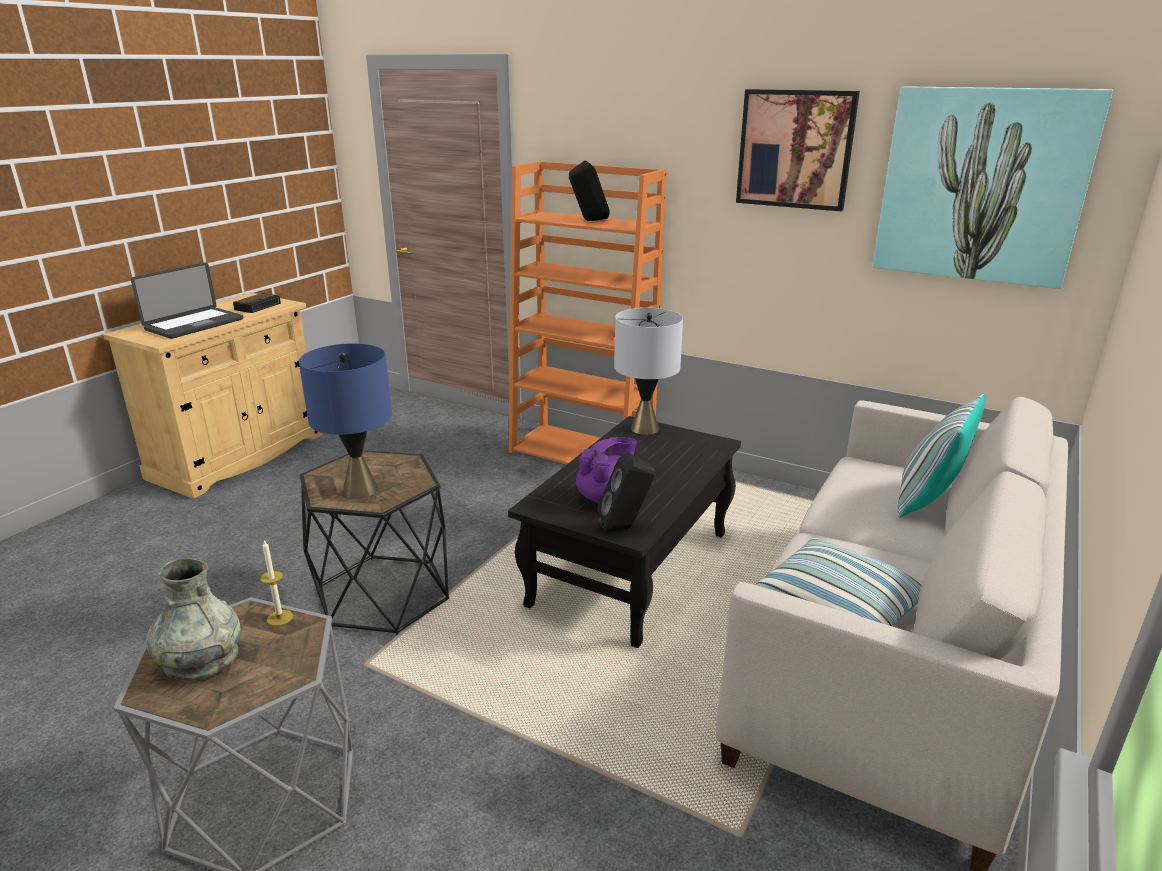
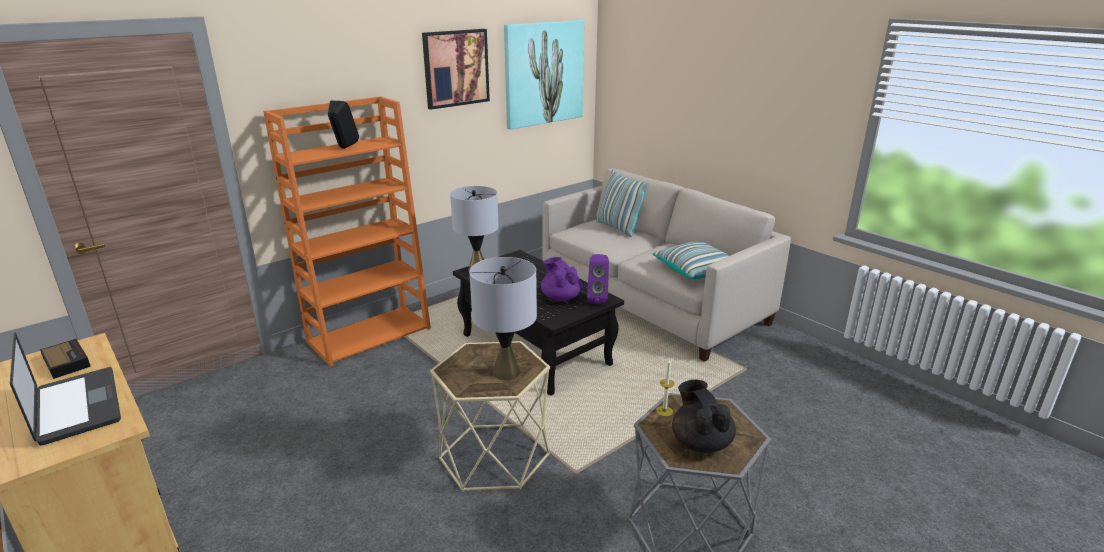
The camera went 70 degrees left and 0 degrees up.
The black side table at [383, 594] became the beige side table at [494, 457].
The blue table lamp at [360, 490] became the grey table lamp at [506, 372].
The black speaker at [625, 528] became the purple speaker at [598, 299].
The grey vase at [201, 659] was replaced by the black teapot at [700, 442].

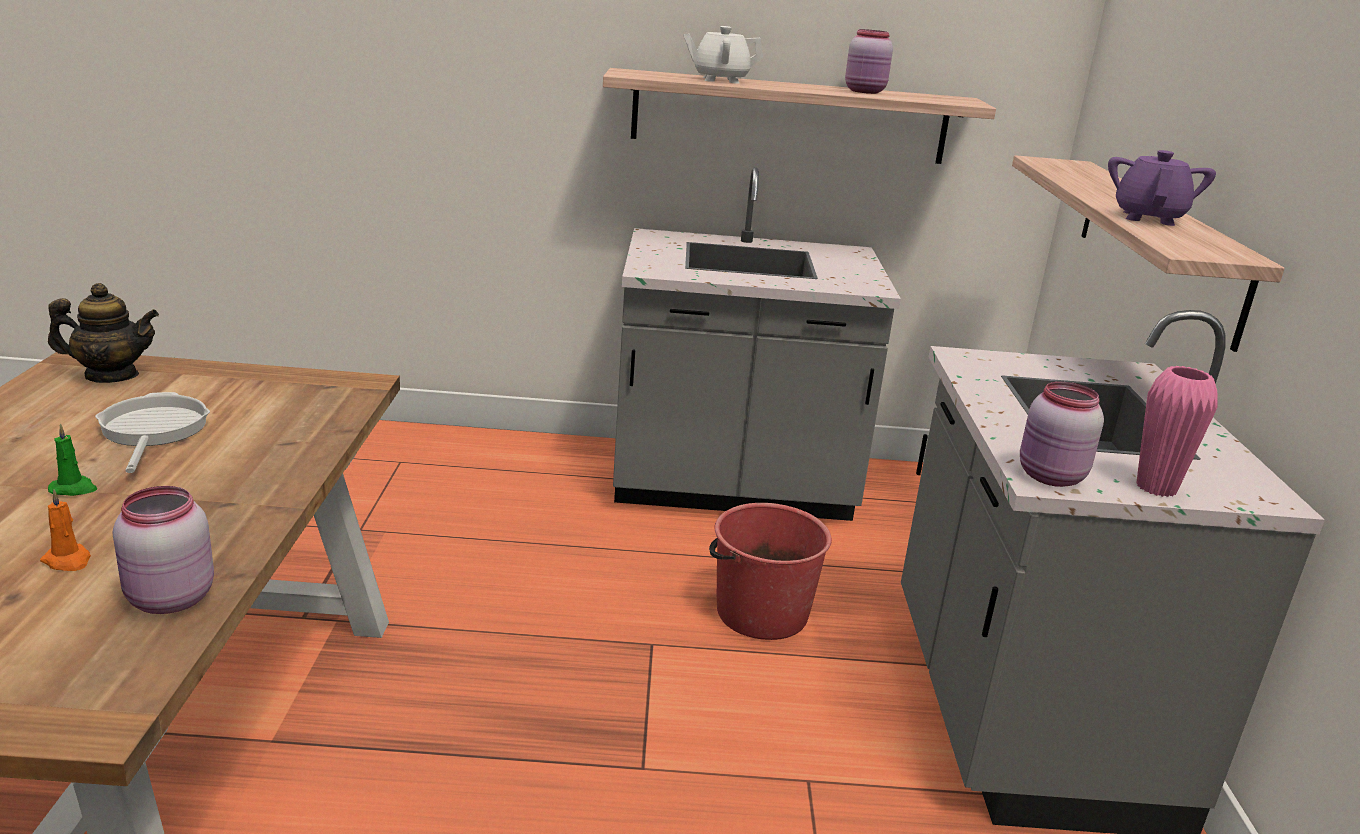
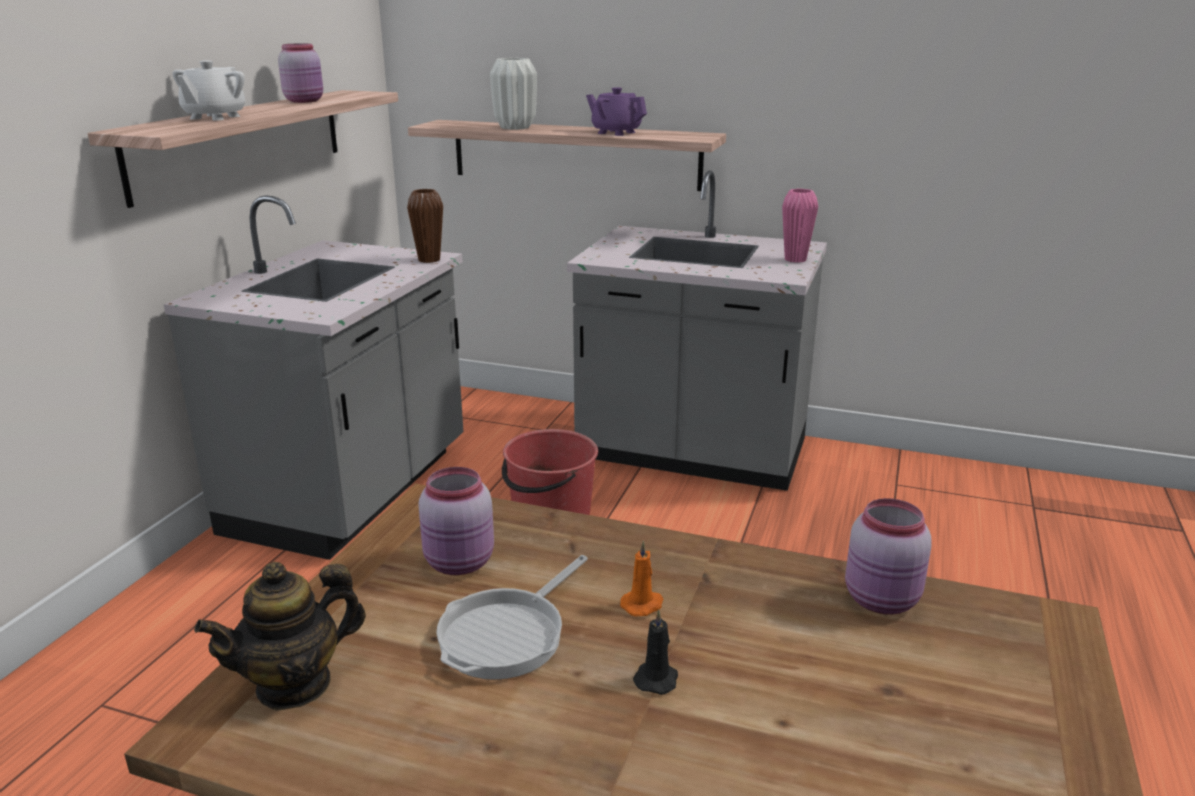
The camera went 70 degrees left and 0 degrees up.
The teapot at [111, 376] turned 135 degrees counterclockwise.
The brown vase at [429, 260] appeared.
The pink jar moved from [1050, 477] to [461, 563].
The frying pan at [152, 431] turned 60 degrees counterclockwise.
The white vase at [514, 127] appeared.
The orange candle moved from [68, 561] to [643, 605].
The green candle at [74, 489] became the black candle at [656, 678].

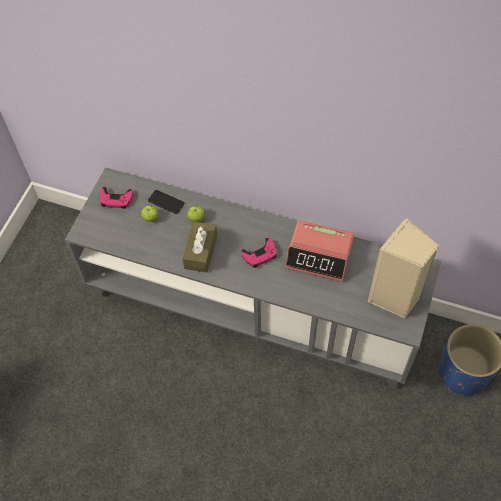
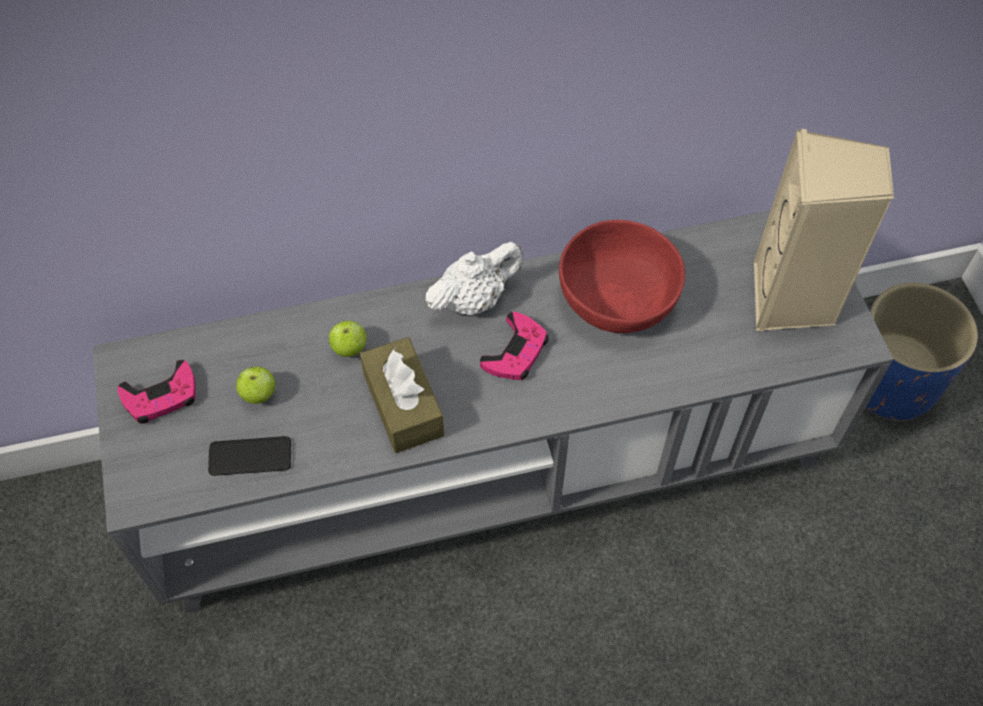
The camera went 35 degrees left and 0 degrees up.
The phone moved from [166, 202] to [250, 456].
The white teapot at [474, 299] appeared.
The alarm clock at [319, 255] was replaced by the red bowl at [618, 297].

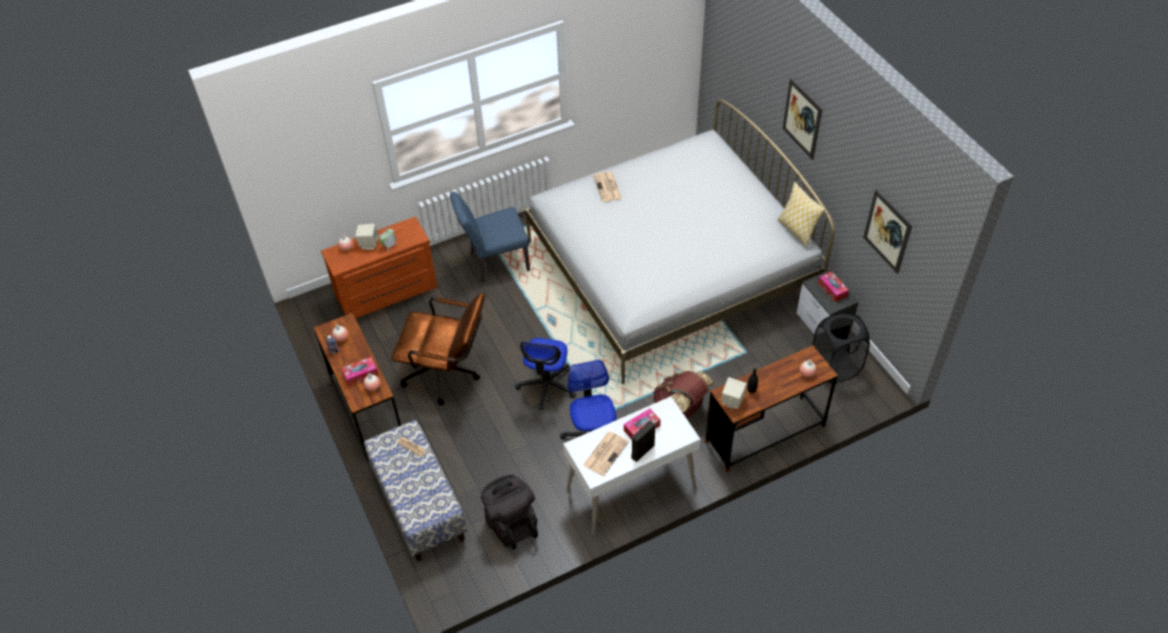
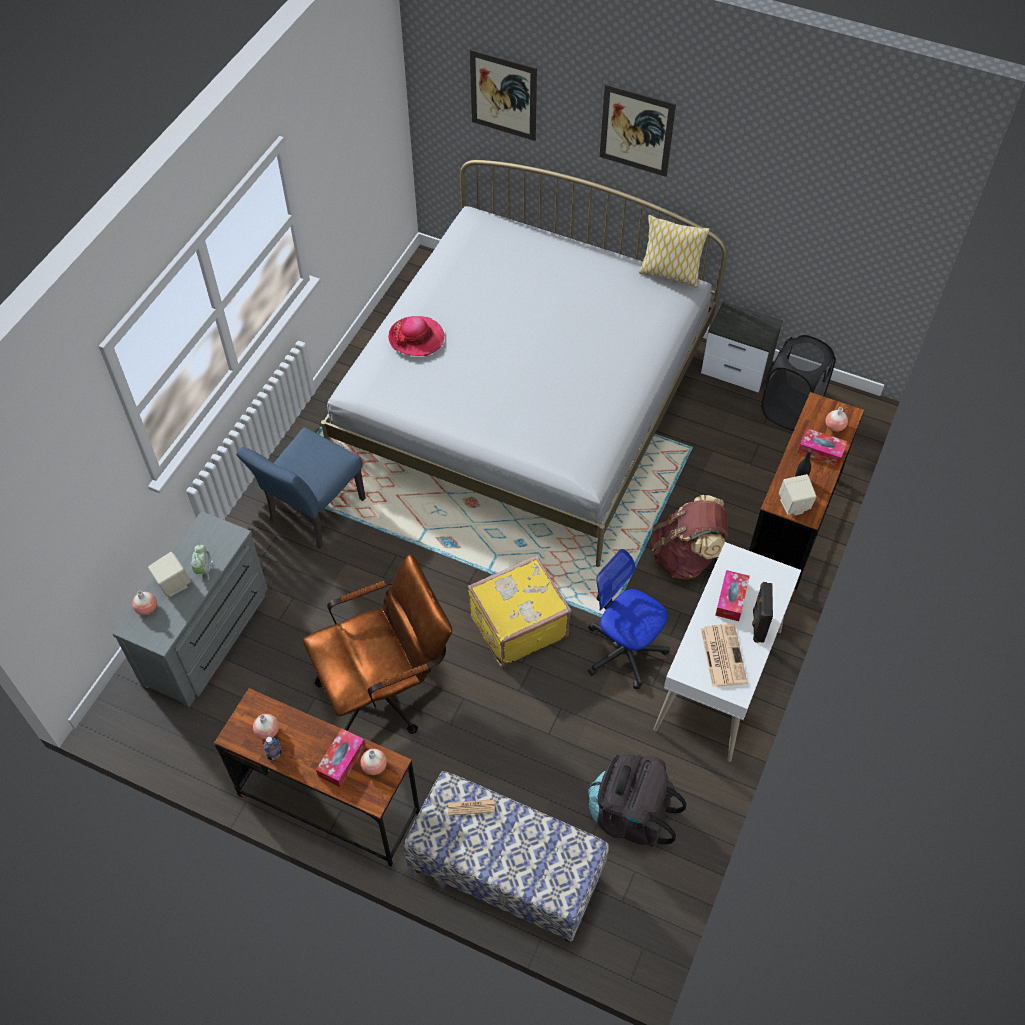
The camera went 40 degrees left and 5 degrees up.
The brown dresser at [387, 293] became the grey dresser at [209, 637].
The newspaper at [607, 187] was replaced by the hat at [416, 338].
The office chair at [547, 386] was replaced by the yellow suitcase at [517, 624].
The picture moved from [887, 231] to [503, 95].
The tissue box moved from [832, 289] to [820, 451].

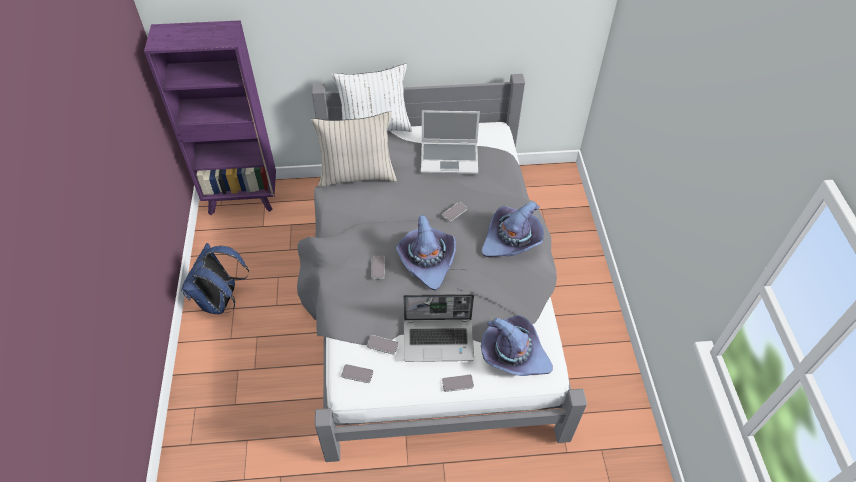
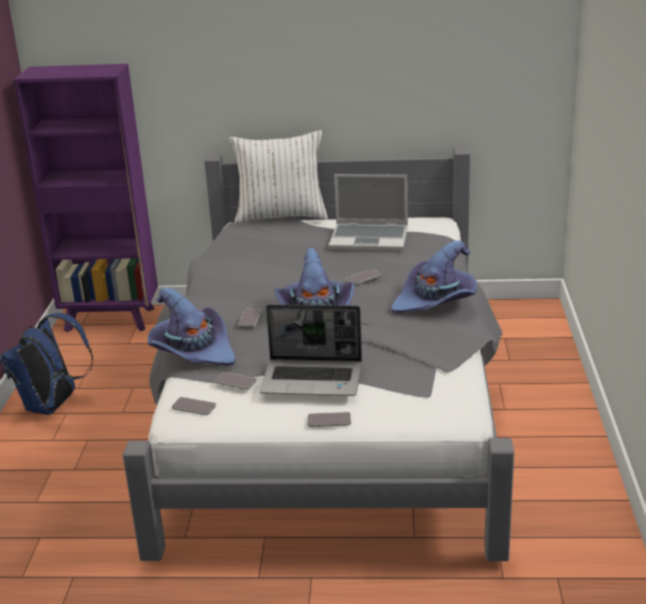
The camera went 10 degrees right and 25 degrees down.
The purple hat moved from [513, 354] to [193, 350].
The beige pillow at [357, 175] disappeared.

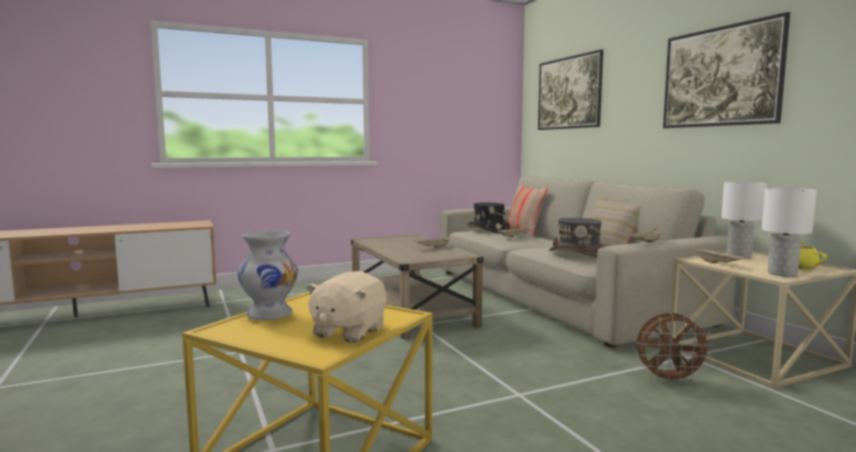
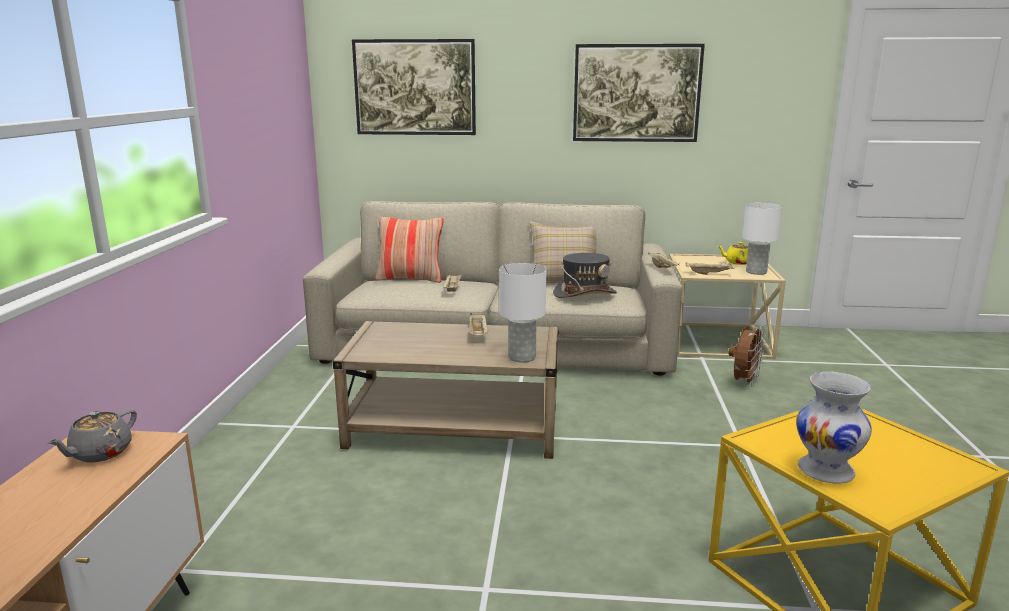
The camera went 60 degrees left and 10 degrees up.
The grey teapot at [100, 453] appeared.
The white table lamp moved from [739, 256] to [522, 357].
The beige plush toy at [348, 332] disappeared.
The black hat at [488, 230] disappeared.

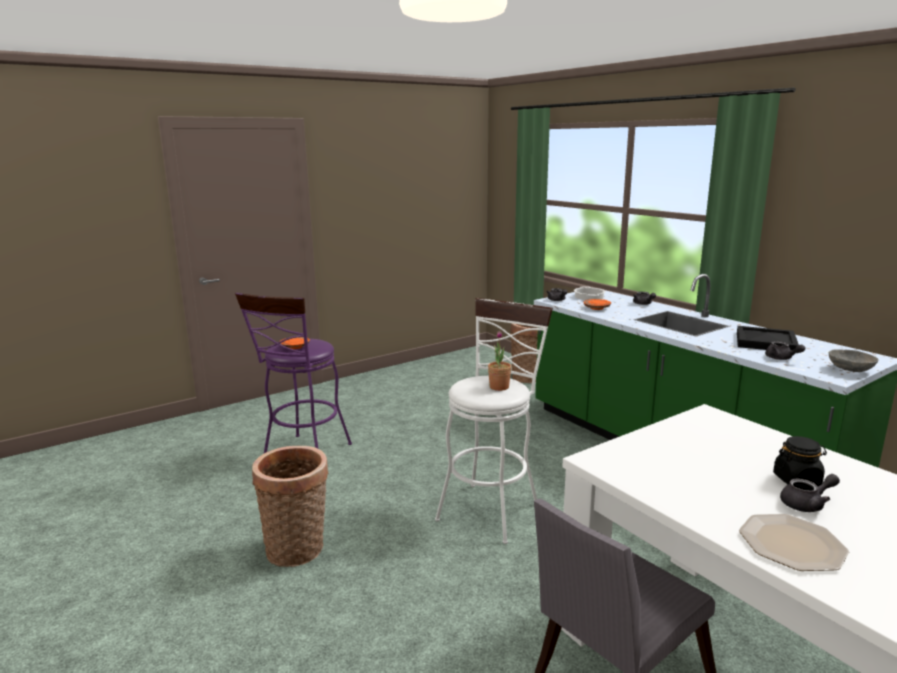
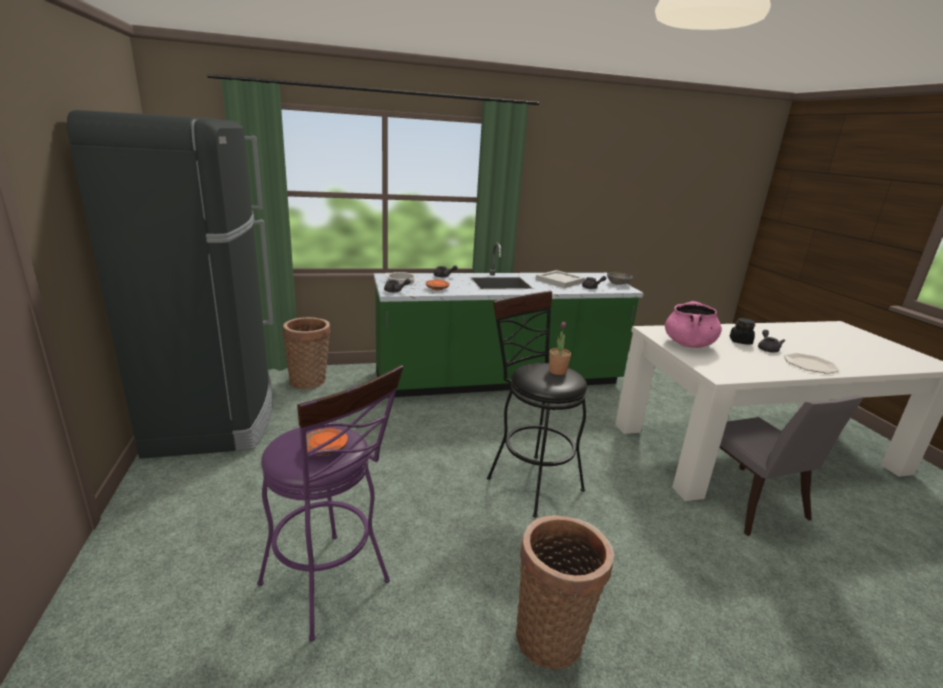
The camera went 70 degrees left and 5 degrees up.
The black fridge at [215, 418] appeared.
The white stool at [491, 507] became the black stool at [529, 480].
The black tray at [764, 342] became the white tray at [560, 281].
The pink cooking pot at [688, 344] appeared.

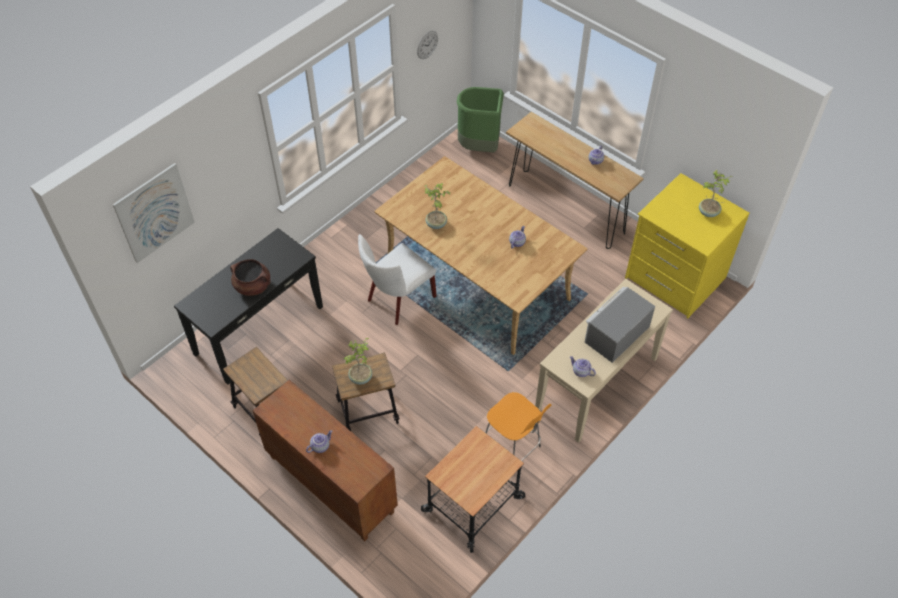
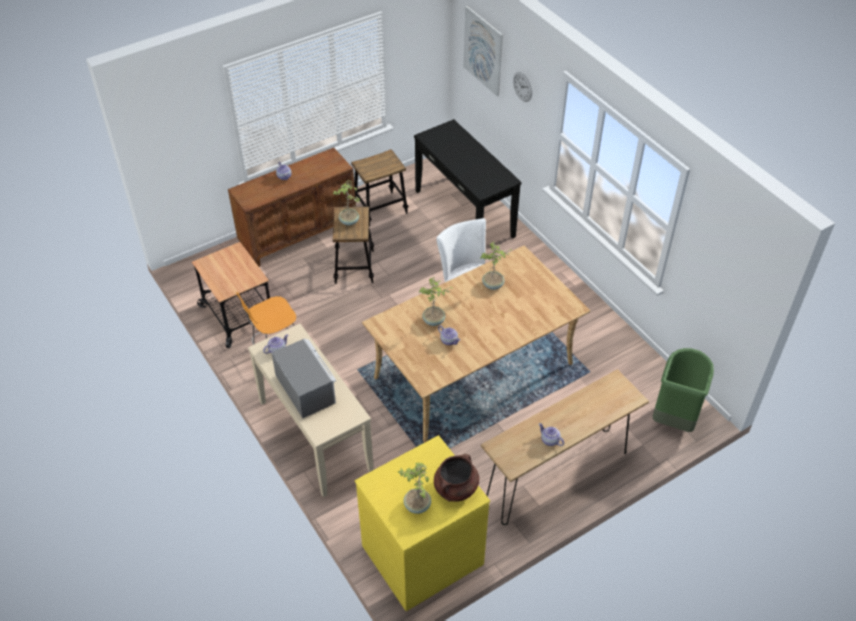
The camera went 105 degrees right and 5 degrees down.
The potted plant at [434, 321] appeared.
The brown cooking pot moved from [253, 286] to [456, 488].
The wall clock moved from [427, 45] to [522, 86].

